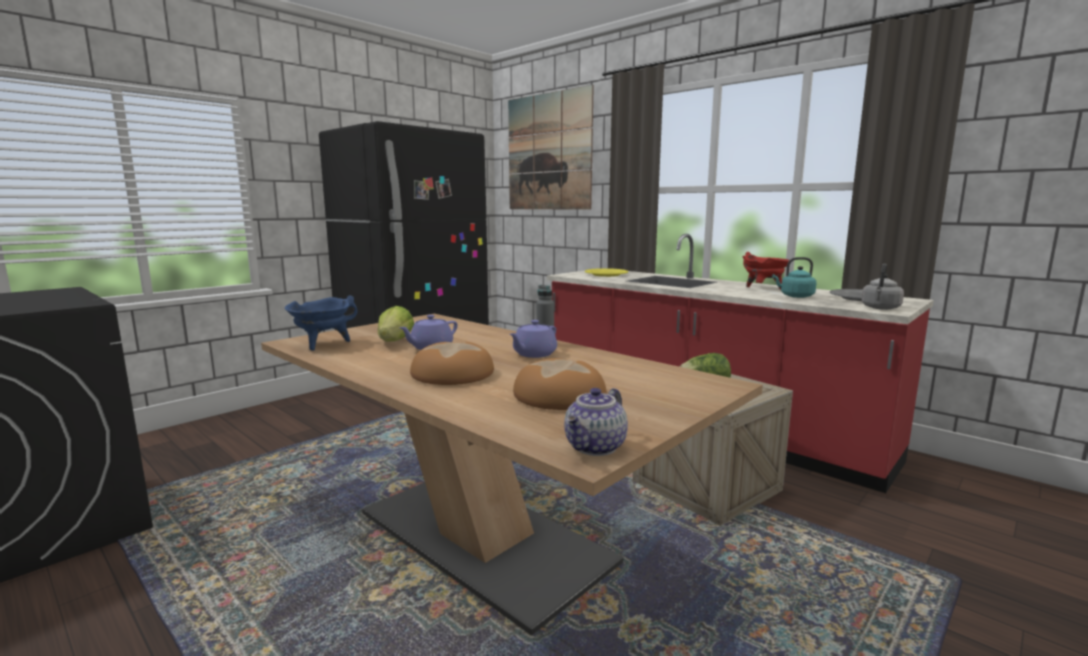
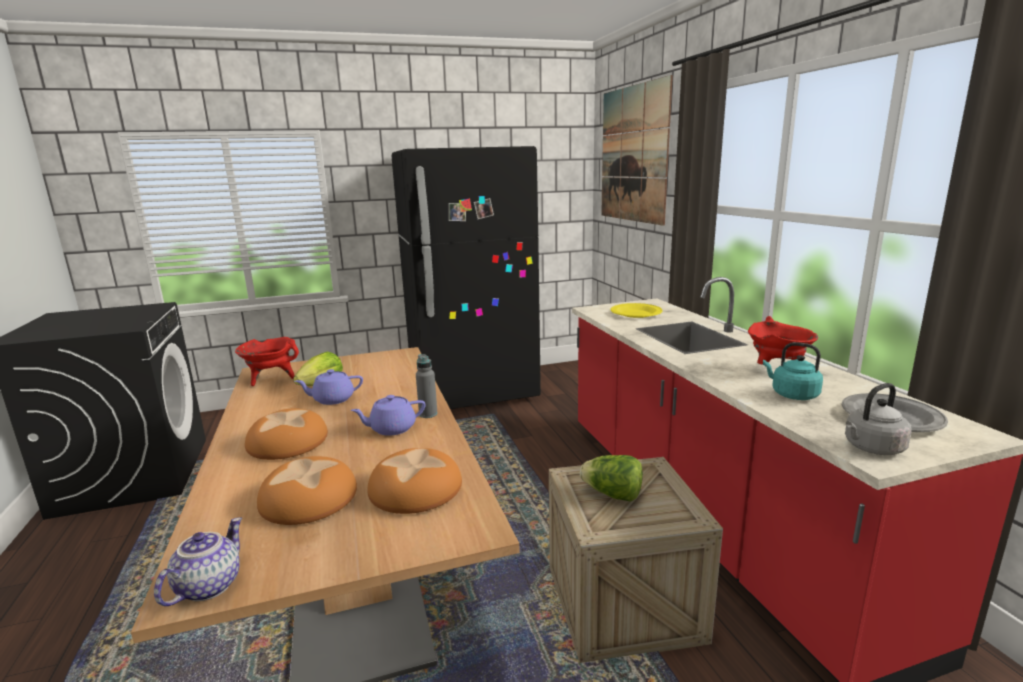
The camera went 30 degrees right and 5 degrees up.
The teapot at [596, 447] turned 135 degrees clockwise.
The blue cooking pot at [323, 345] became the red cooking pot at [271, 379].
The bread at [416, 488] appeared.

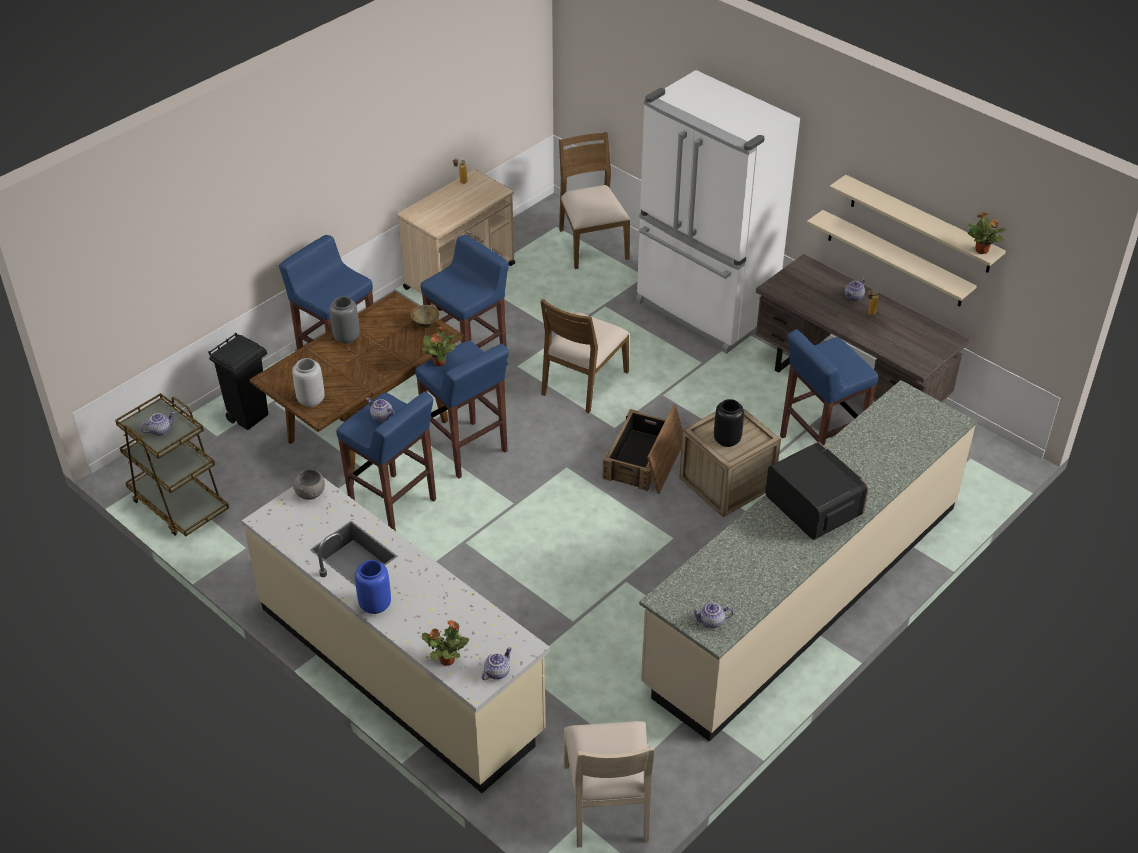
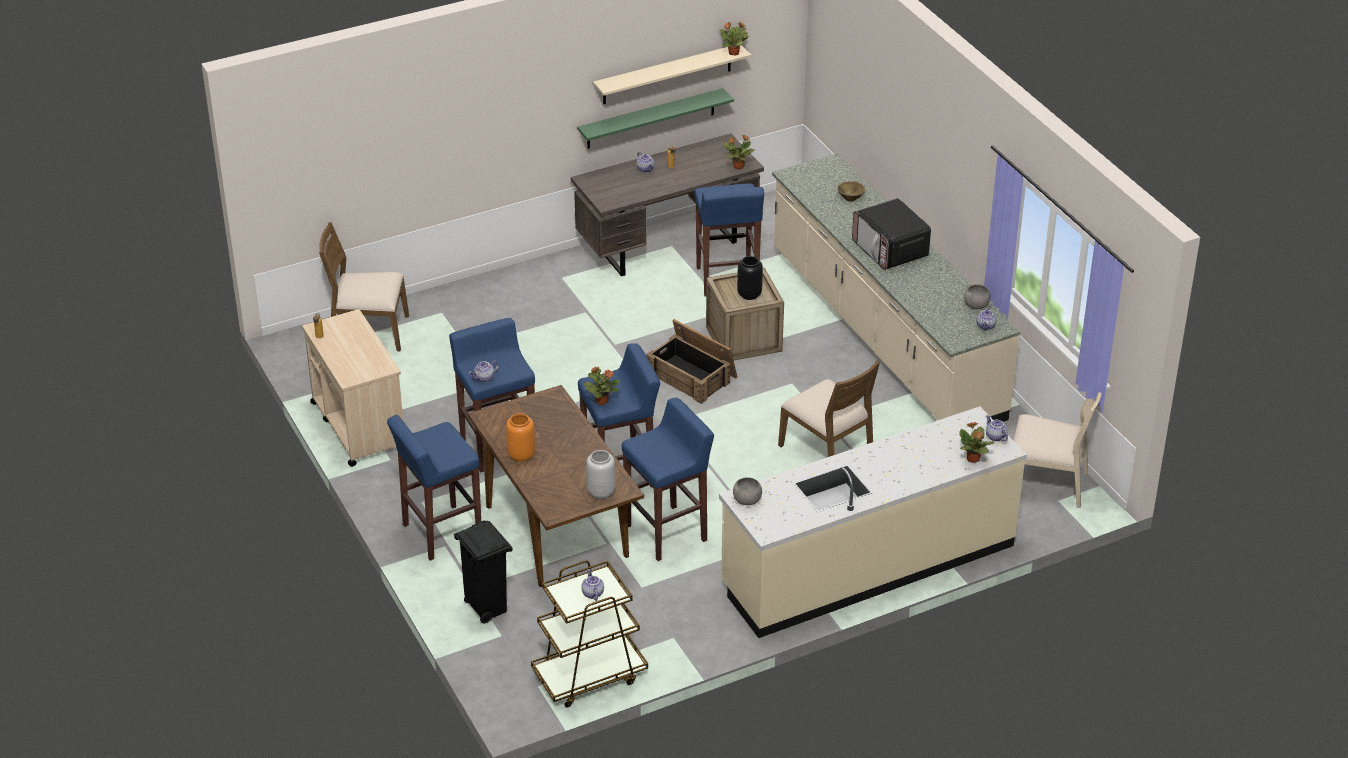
The camera went 70 degrees left and 5 degrees down.
The teapot moved from [381, 417] to [484, 378].
The grey vase at [347, 337] became the orange vase at [522, 455].
The beige shelf at [895, 259] became the green shelf at [651, 119].
The potted plant at [738, 166] appeared.
The brown chair moved from [583, 382] to [827, 451].
The brown bowl moved from [426, 324] to [851, 198].
The microwave at [812, 506] turned 105 degrees counterclockwise.
The grey bowl at [976, 305] appeared.
The blue vase at [376, 605] disappeared.
The white fridge at [704, 311] disappeared.

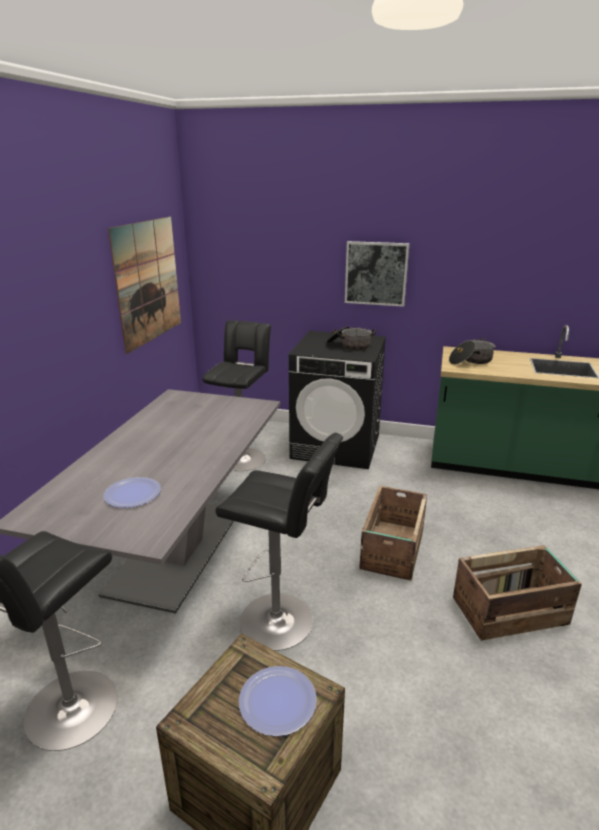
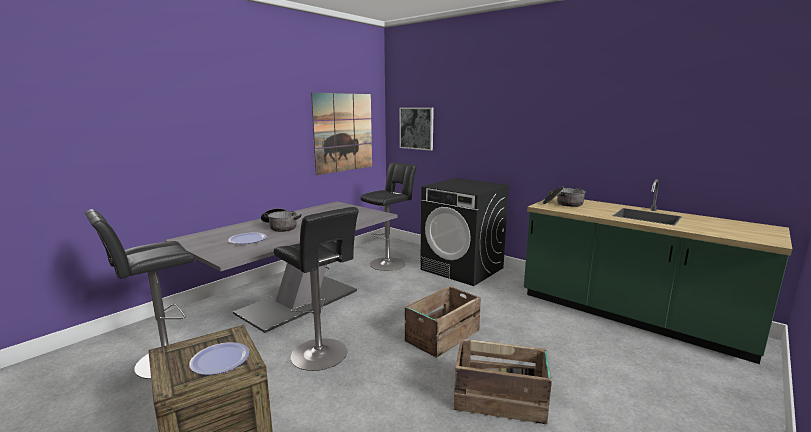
The camera went 25 degrees right and 10 degrees down.
The cooking pot moved from [349, 346] to [280, 227].
The picture moved from [376, 273] to [416, 128].

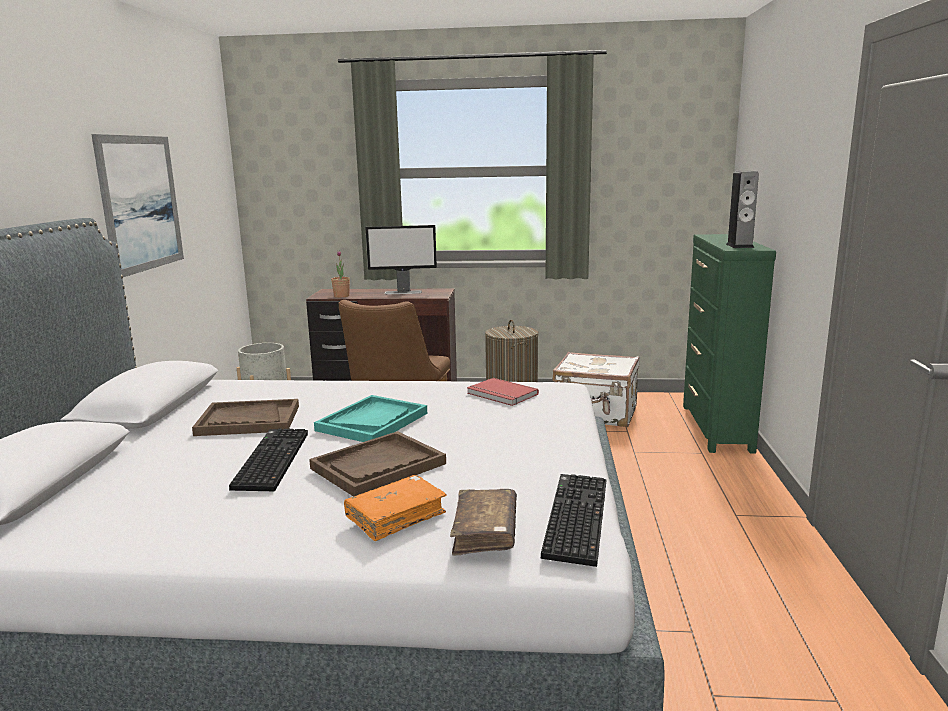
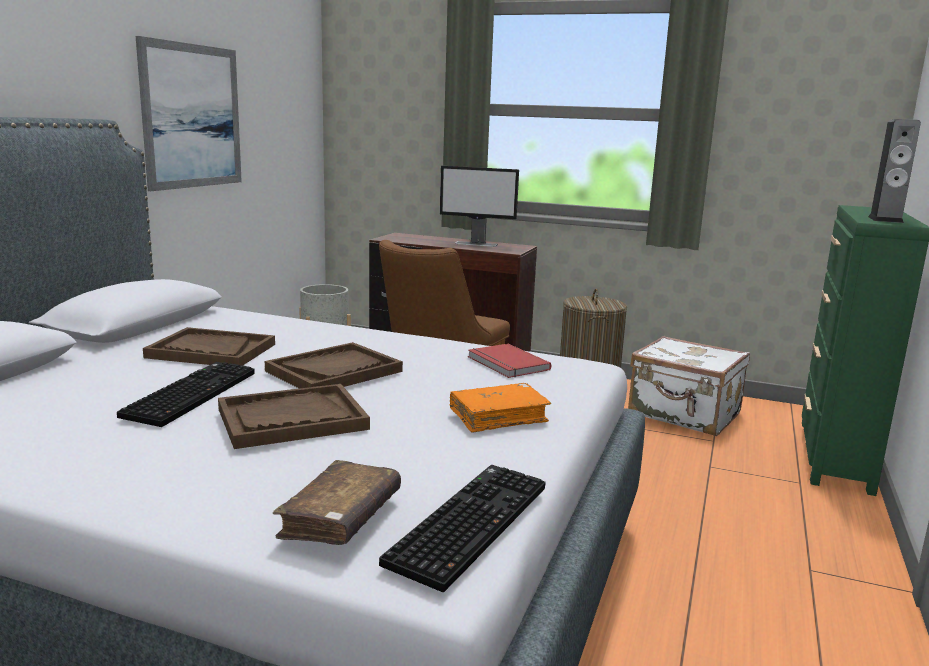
The camera went 15 degrees right and 0 degrees up.
The turquoise tray at [372, 422] became the brown tray at [334, 371].
The orange book moved from [396, 516] to [498, 417].
The potted plant at [341, 296] disappeared.

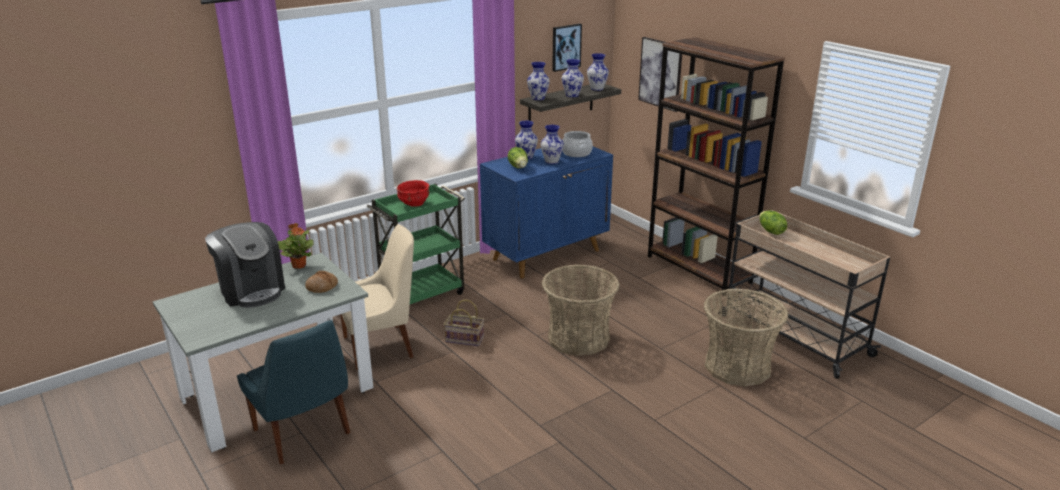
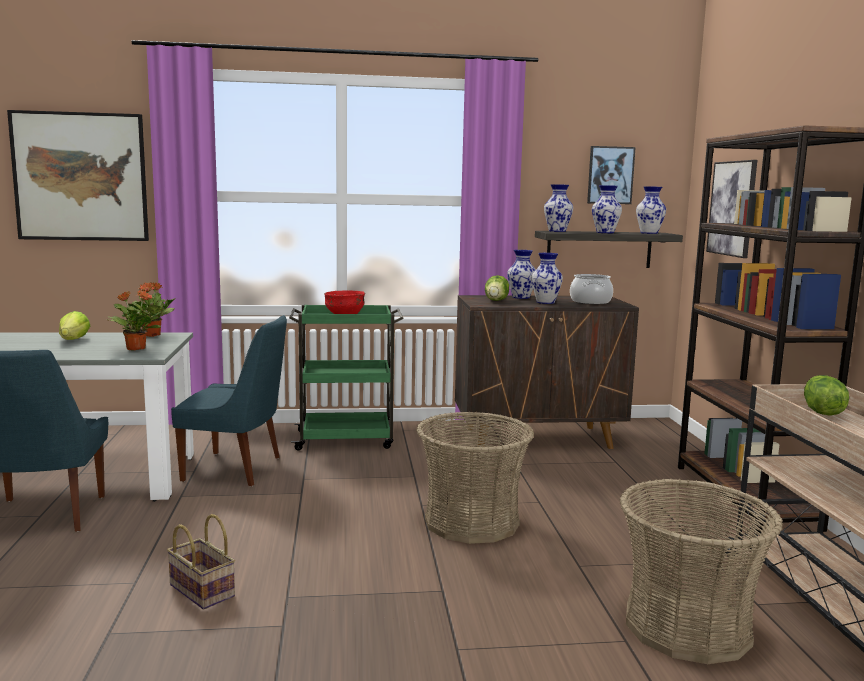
The camera went 30 degrees right and 15 degrees down.
The picture at [81, 177] appeared.
The coffee machine at [251, 290] was replaced by the lettuce at [74, 340].
The bread at [322, 286] was replaced by the potted plant at [135, 348].
The basket moved from [463, 339] to [199, 590].
The beige chair at [381, 346] became the blue chair at [236, 469].
The blue cabinet at [547, 254] became the brown cabinet at [539, 438].

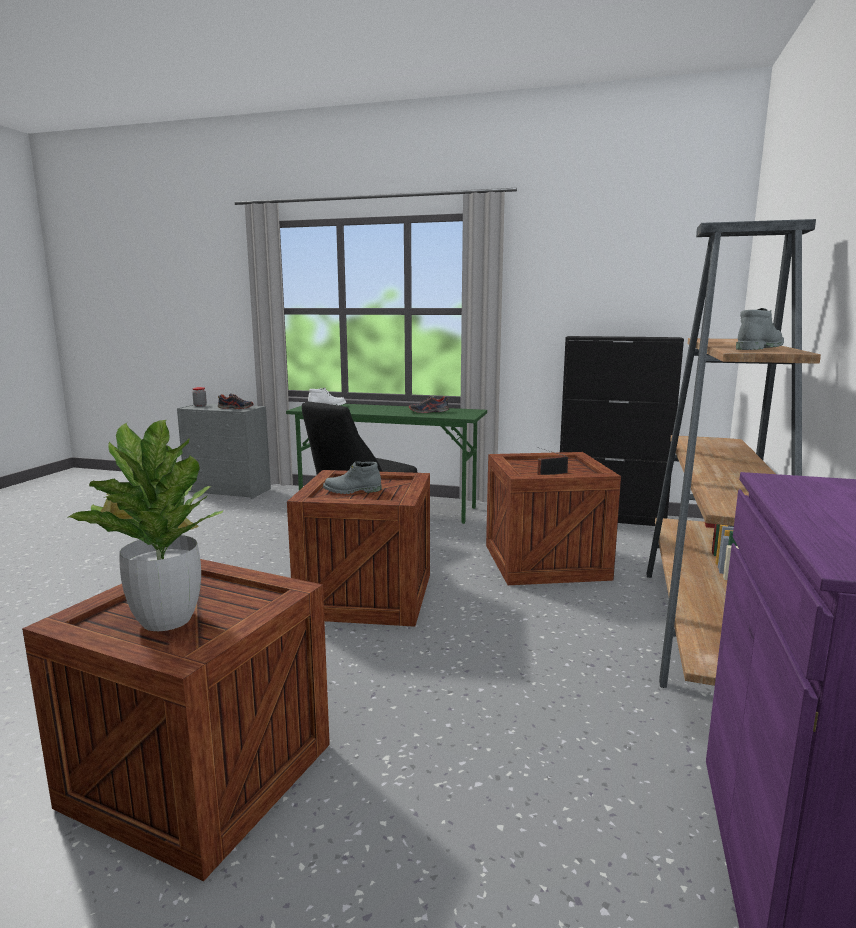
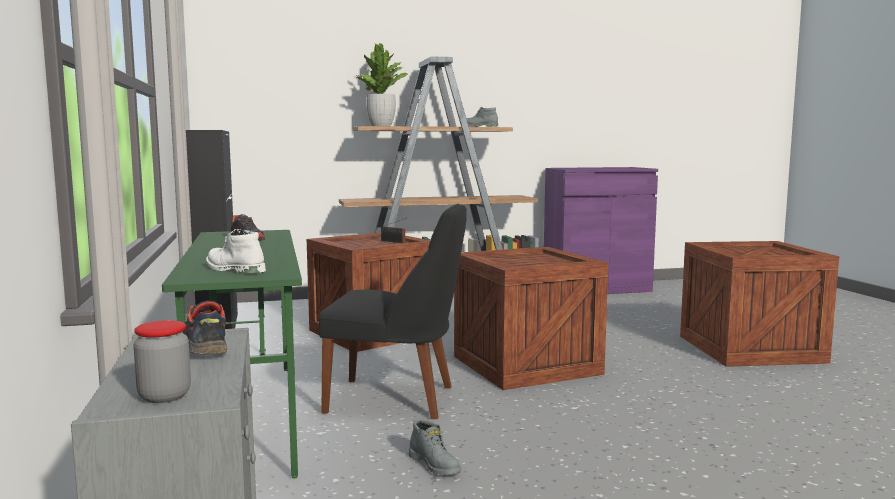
The camera went 120 degrees left and 5 degrees down.
The potted plant moved from [166, 620] to [381, 126].
The grey boot moved from [352, 491] to [435, 465].

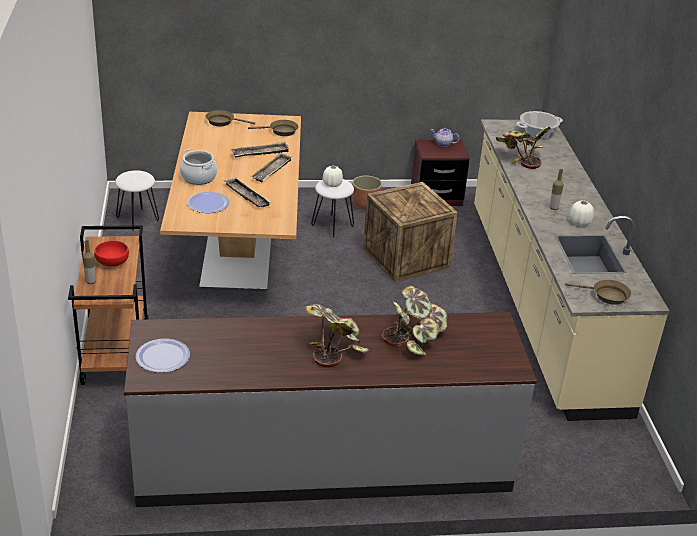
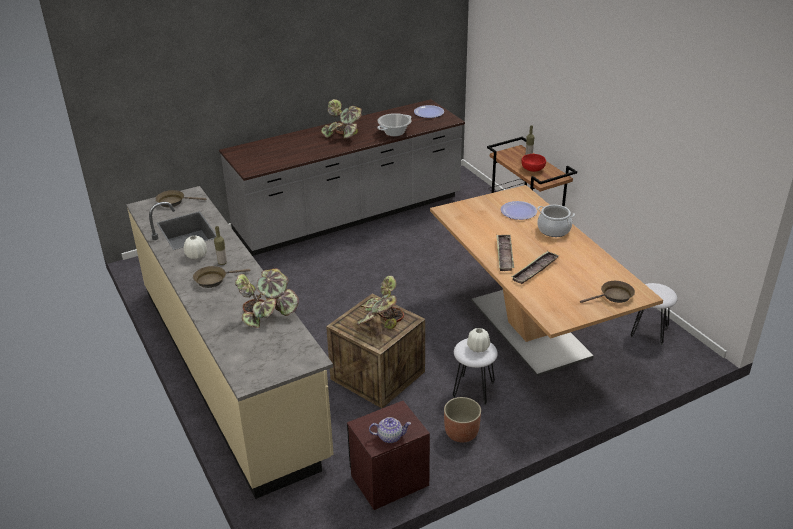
The camera went 160 degrees right and 0 degrees up.
The brown frying pan moved from [281, 131] to [213, 280].
The potted plant moved from [414, 338] to [379, 321].
The cooking pot moved from [537, 134] to [394, 132].
The tray at [247, 196] disappeared.

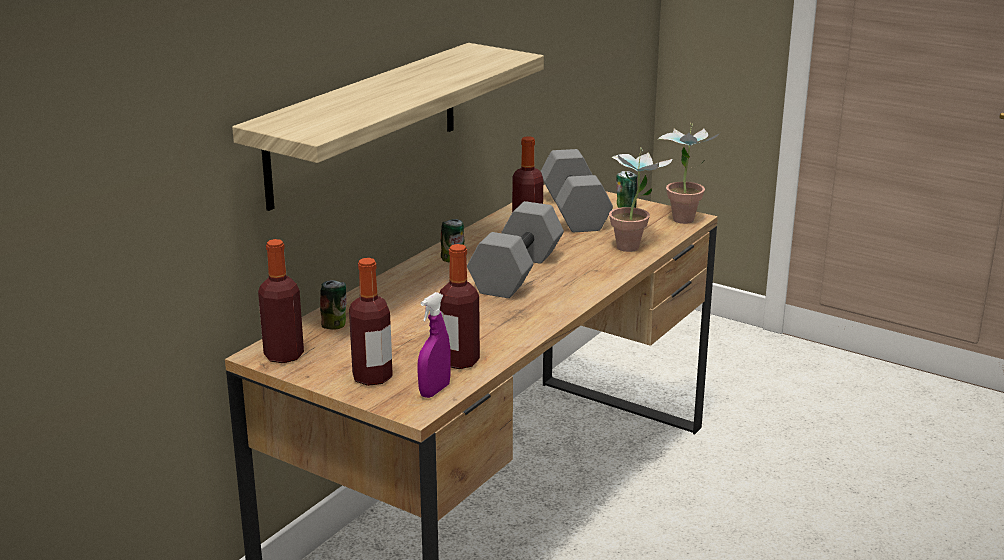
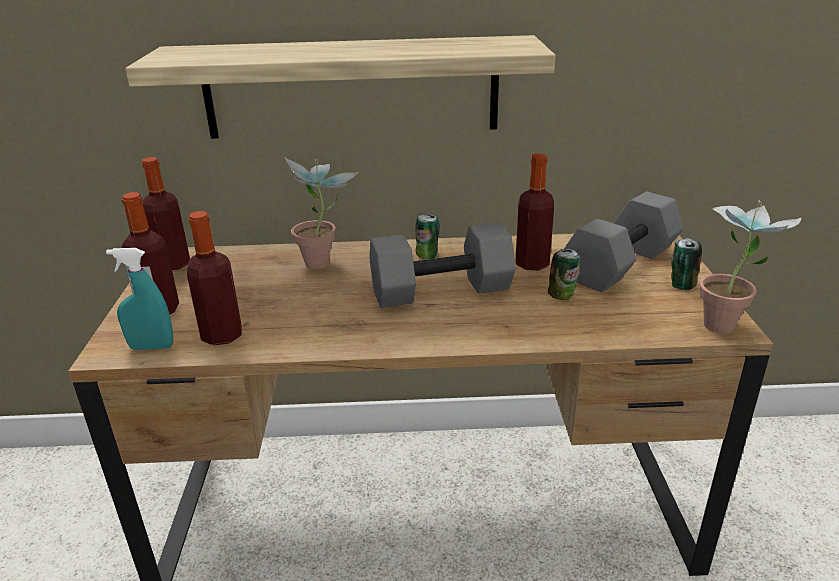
The camera went 55 degrees right and 5 degrees up.
The purple spray bottle at [434, 391] became the turquoise spray bottle at [152, 347].
The potted plant moved from [634, 245] to [325, 265].
The can moved from [335, 325] to [562, 295].

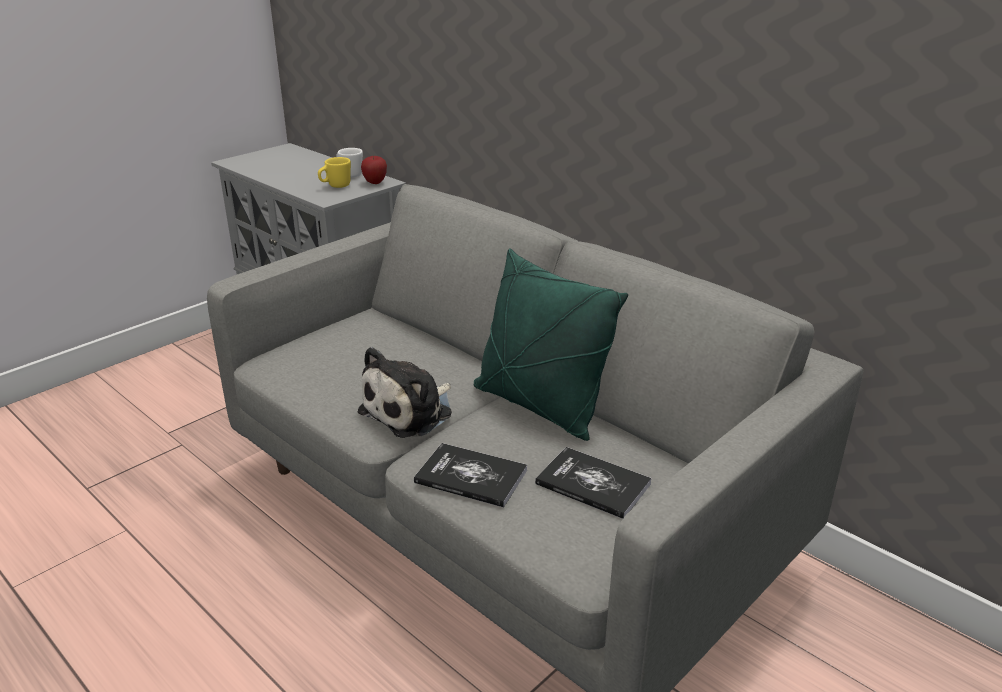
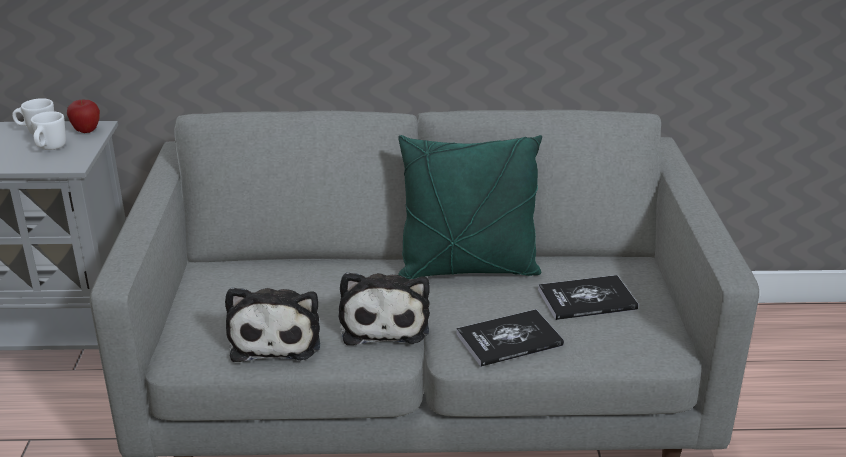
The camera went 45 degrees left and 0 degrees up.
The yellow mug at [335, 186] became the white mug at [50, 148].
The plush toy at [276, 338] appeared.

